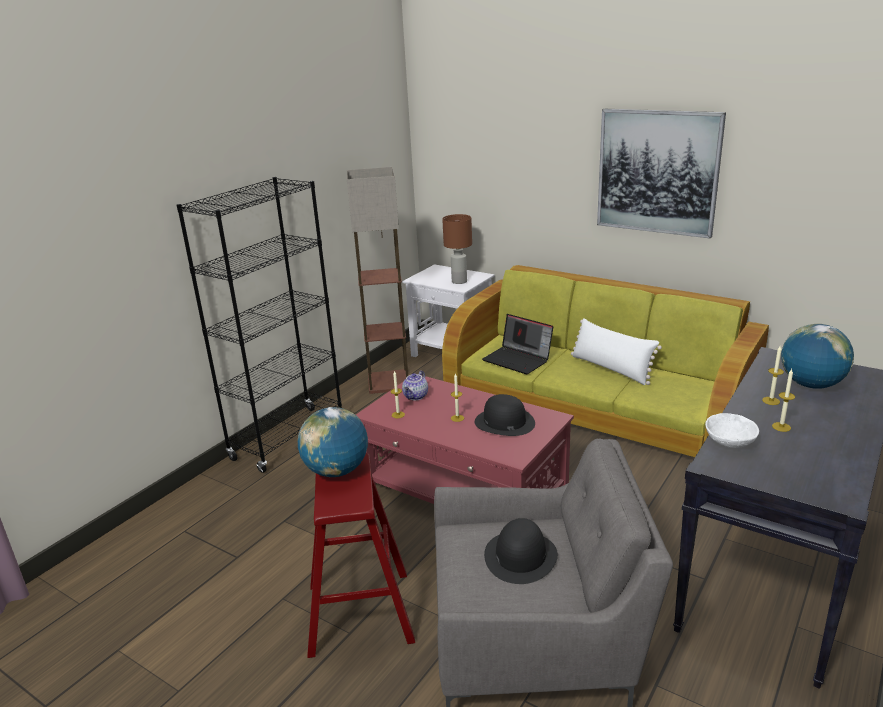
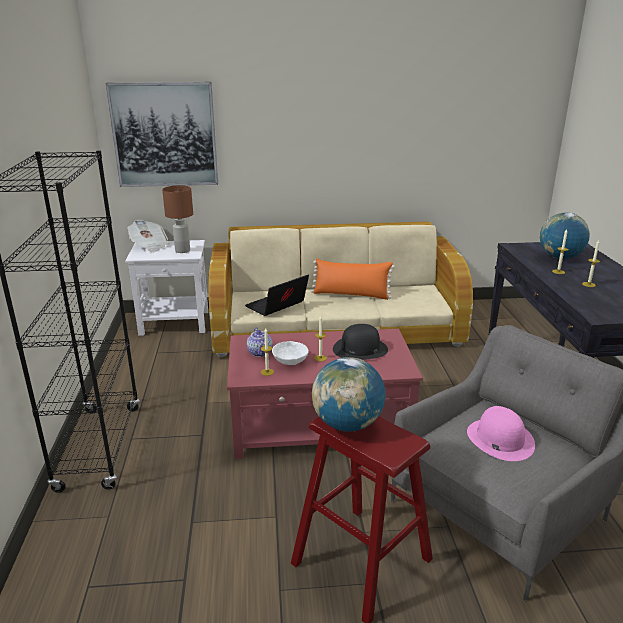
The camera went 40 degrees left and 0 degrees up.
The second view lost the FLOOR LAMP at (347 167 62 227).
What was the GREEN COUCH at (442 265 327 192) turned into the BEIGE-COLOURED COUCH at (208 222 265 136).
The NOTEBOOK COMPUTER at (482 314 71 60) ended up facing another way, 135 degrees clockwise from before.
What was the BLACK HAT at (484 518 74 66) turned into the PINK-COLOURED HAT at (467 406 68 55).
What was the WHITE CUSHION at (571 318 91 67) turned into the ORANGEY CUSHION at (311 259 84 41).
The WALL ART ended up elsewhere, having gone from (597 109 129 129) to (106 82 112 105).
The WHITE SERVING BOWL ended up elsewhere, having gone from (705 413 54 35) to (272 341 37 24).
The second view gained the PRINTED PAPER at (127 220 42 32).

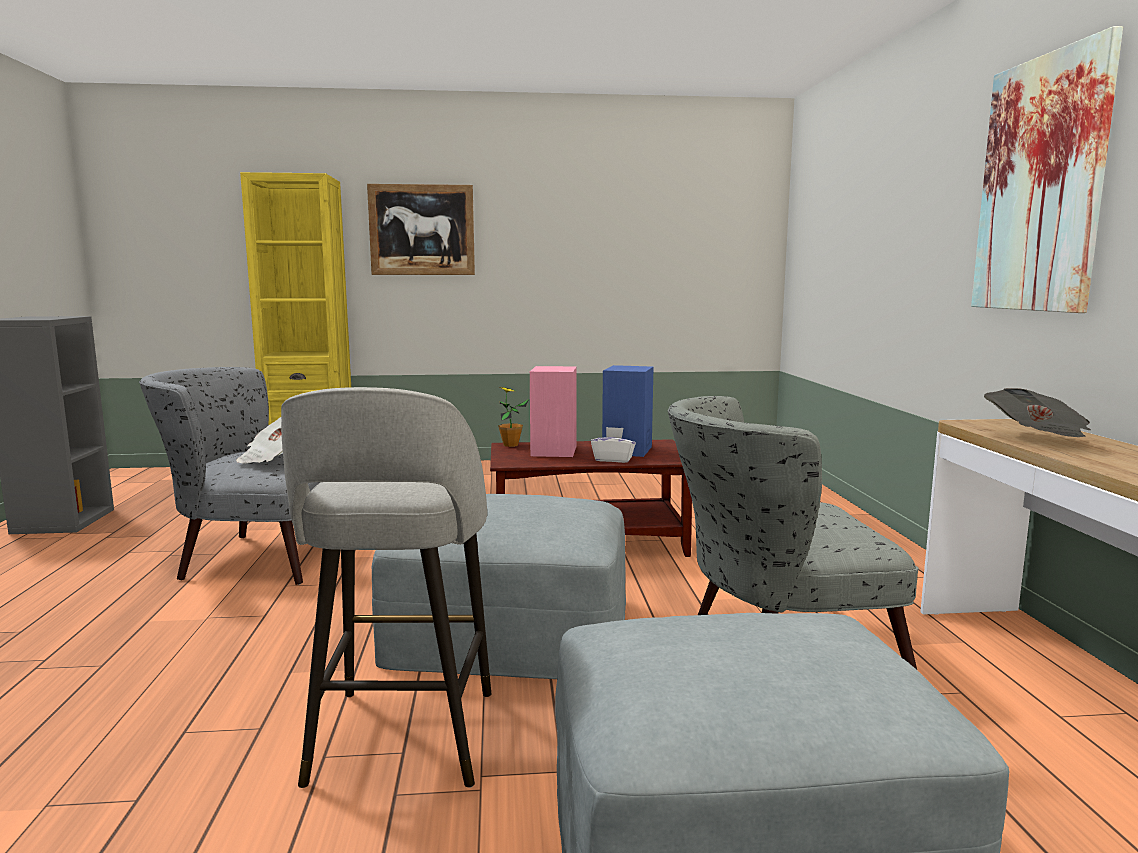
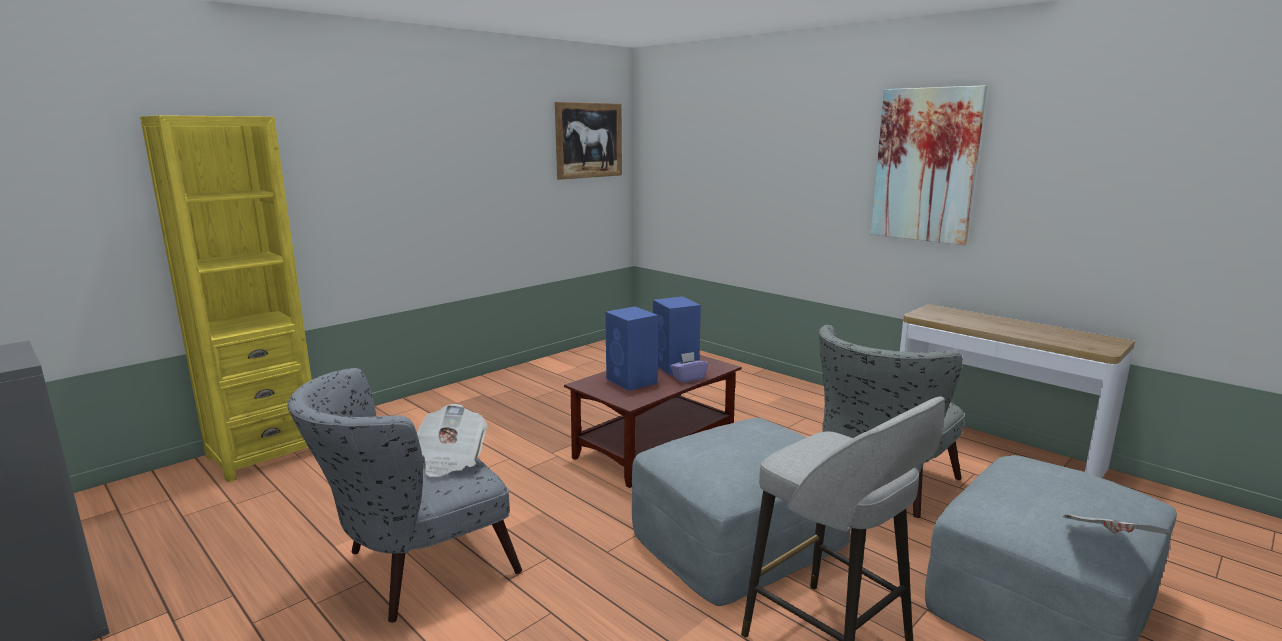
The camera went 40 degrees left and 5 degrees up.
The WALL ART ended up elsewhere, having gone from (367 184 108 91) to (555 102 67 78).
The second view lost the PLANT IN A POT at (498 387 31 60).
What was the PINK-COLOURED AUDIO SPEAKER at (530 366 47 91) turned into the BLUISH AUDIO SPEAKER at (605 306 53 85).
What was the WHITE TISSUE BOX at (591 427 45 36) turned into the PURPLISH TISSUE BOX at (670 352 38 31).
The PRINTED PAPER ended up elsewhere, having gone from (984 388 107 49) to (1063 514 107 20).

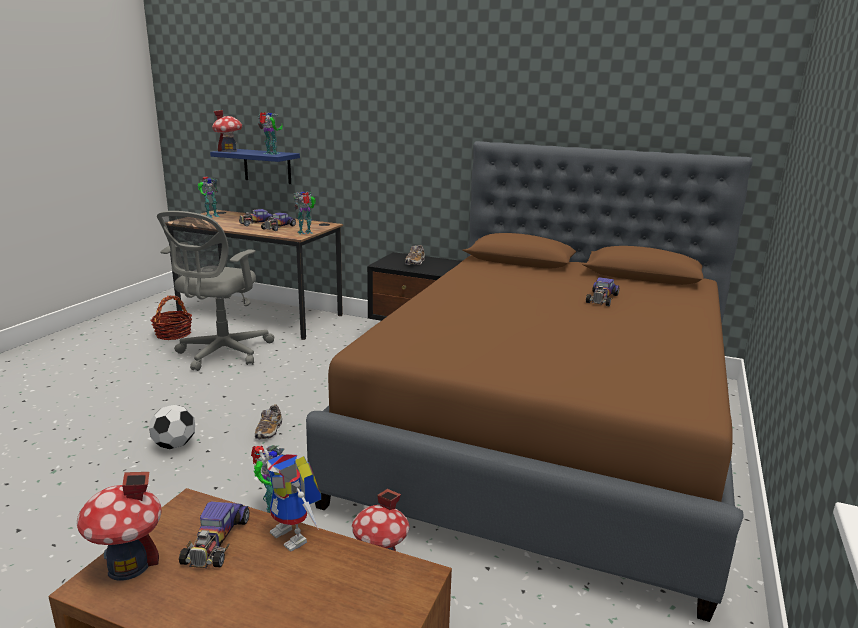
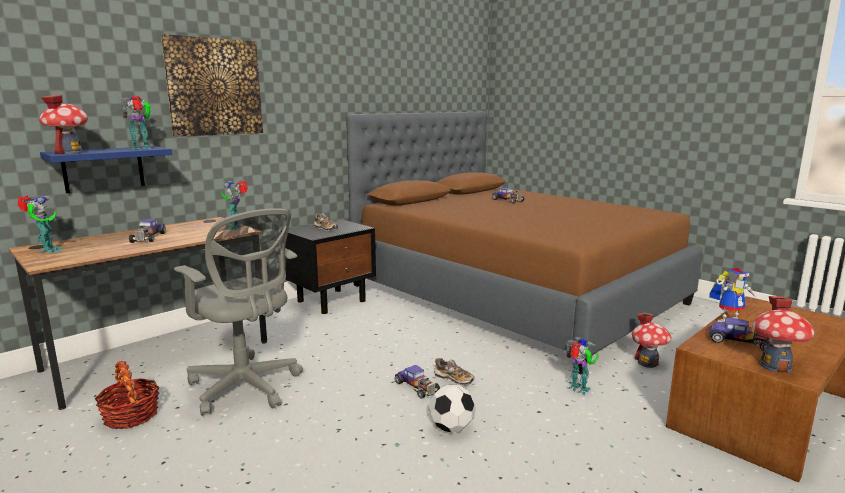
The camera went 65 degrees left and 5 degrees down.
The TOY CAR ended up elsewhere, having gone from (261 212 35 19) to (395 365 45 34).
The second view gained the WALL ART at (161 34 102 103).

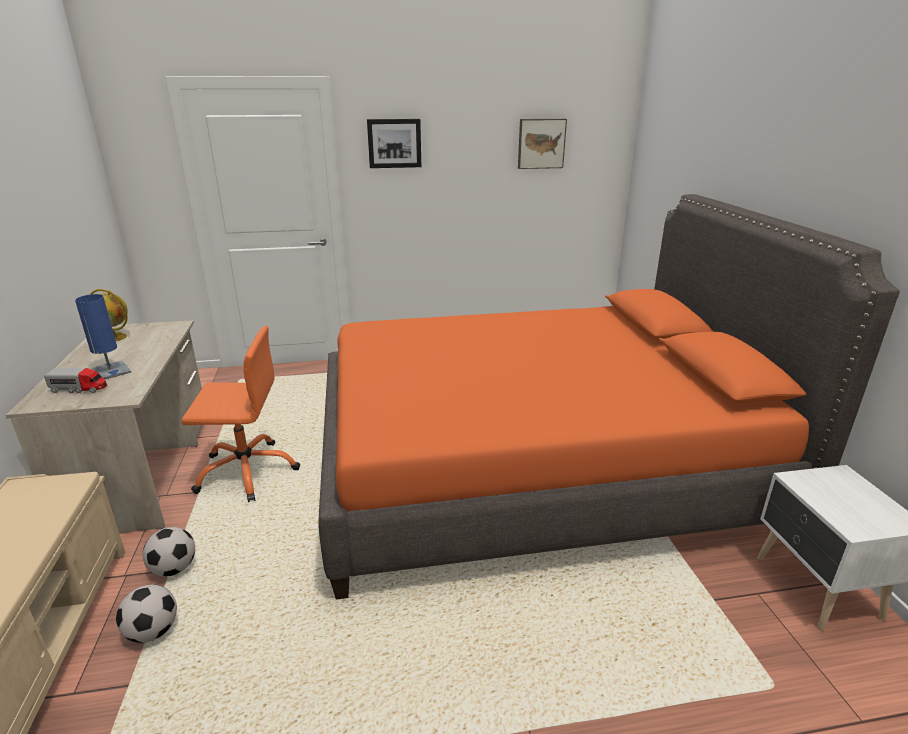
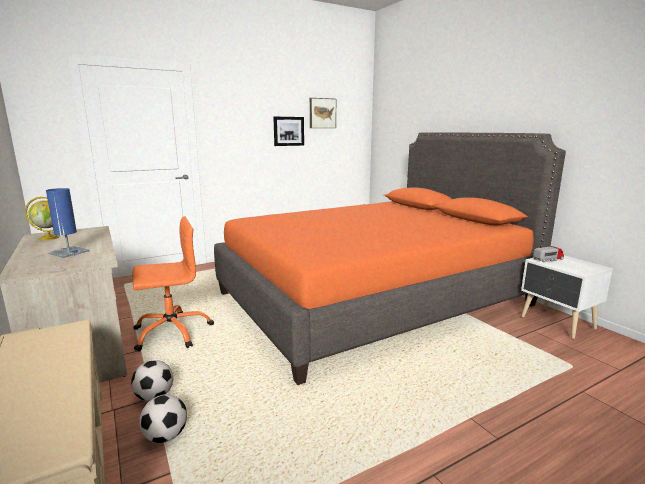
The camera went 20 degrees left and 10 degrees down.
The TOY LORRY ended up elsewhere, having gone from (44 368 63 25) to (533 246 31 16).
The WALL ART ended up elsewhere, having gone from (367 119 54 49) to (273 117 31 29).

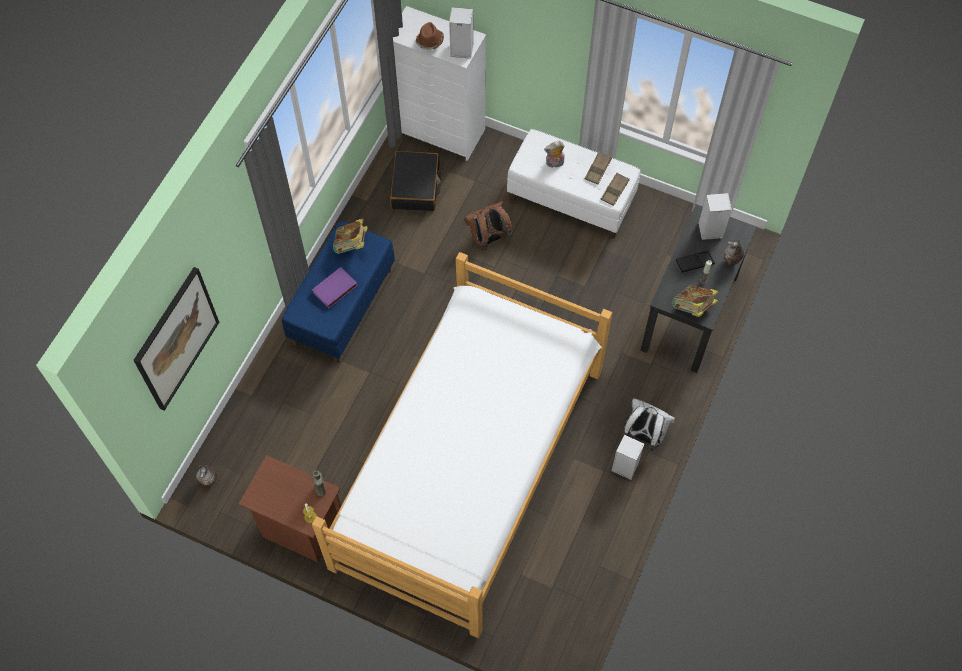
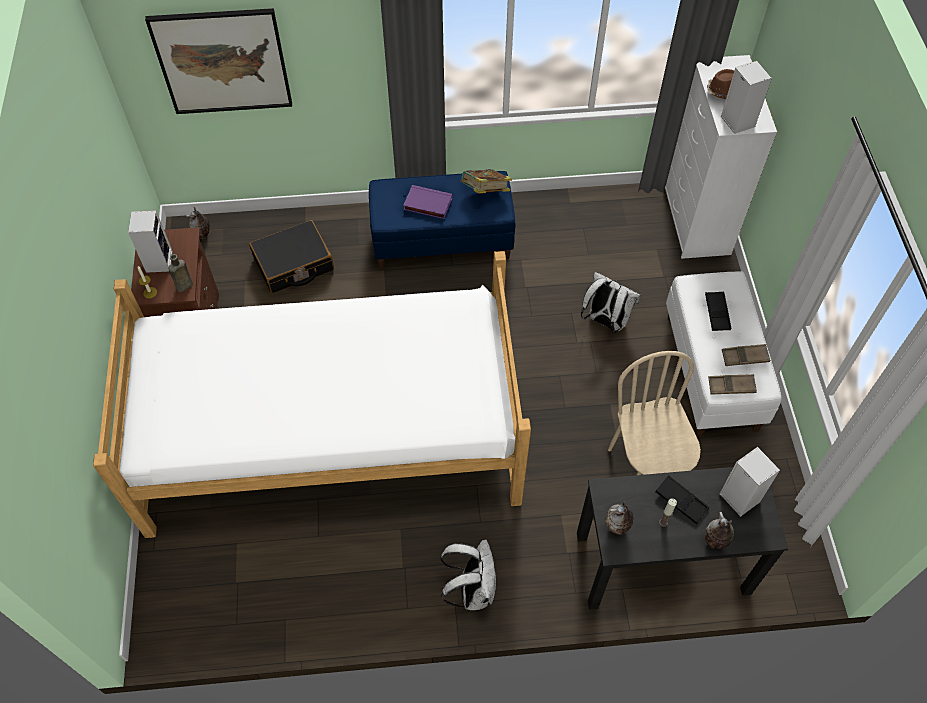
The camera went 60 degrees right and 5 degrees down.
The BLACK TRAVEL CASE ended up elsewhere, having gone from (390 151 51 60) to (249 220 85 73).
What was the BROWNISH RUCKSACK at (465 201 47 49) turned into the WHITE RUCKSACK at (581 272 59 61).
Where the SOFT TOY stood at (544 141 21 27), the BLACK TRAY came to stand at (705 291 26 40).
The AUDIO SPEAKER ended up elsewhere, having gone from (612 435 33 45) to (128 210 45 63).
Where the VOLUME stood at (672 285 46 32), the FLOWER VASE came to stand at (605 501 28 34).
The second view gained the BEIGE-COLOURED CHAIR at (608 351 93 124).

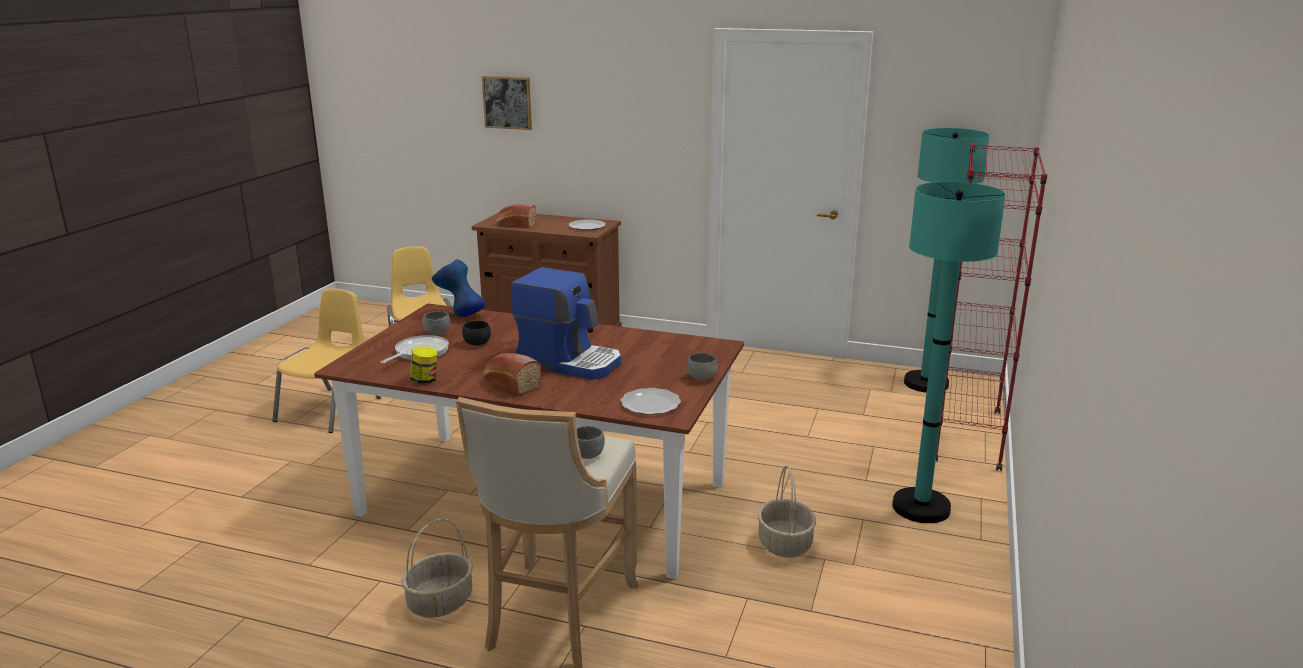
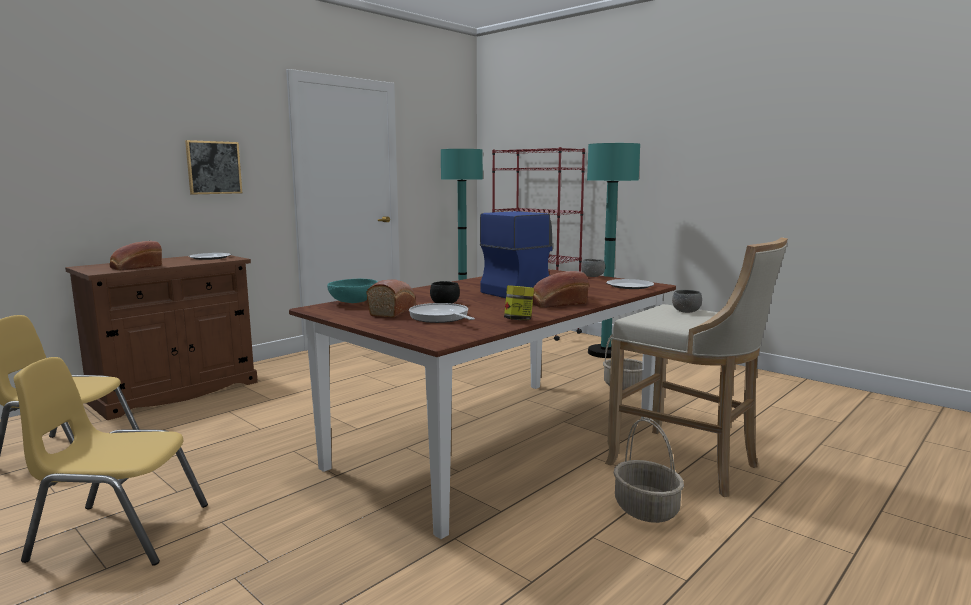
The camera went 65 degrees left and 10 degrees down.
The YELLOWISH CHAIR at (272 289 109 144) ended up facing another way, 45 degrees counterclockwise from before.
Where the GREY SERVING BOWL stood at (422 311 28 24), the BREAD came to stand at (366 279 50 39).
Where the BLUISH FLOWER VASE stood at (432 259 53 58), the BLUE-GREEN SERVING BOWL came to stand at (327 279 51 24).
The WALL ART ended up elsewhere, having gone from (482 76 50 54) to (185 140 57 55).

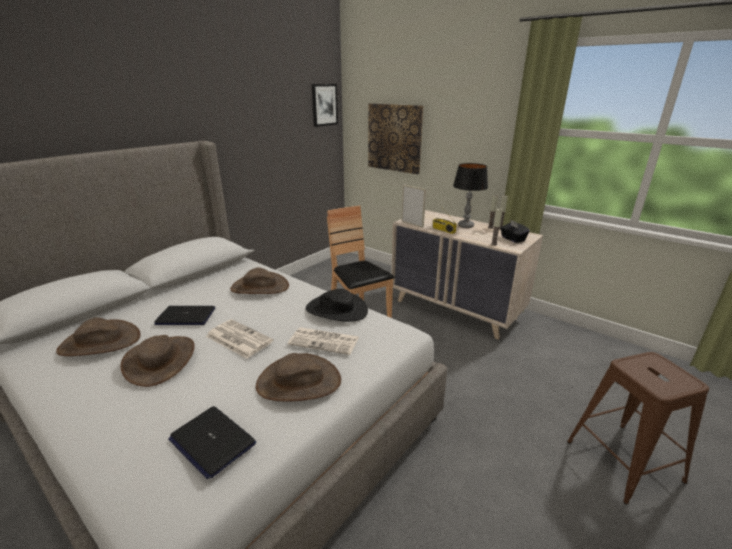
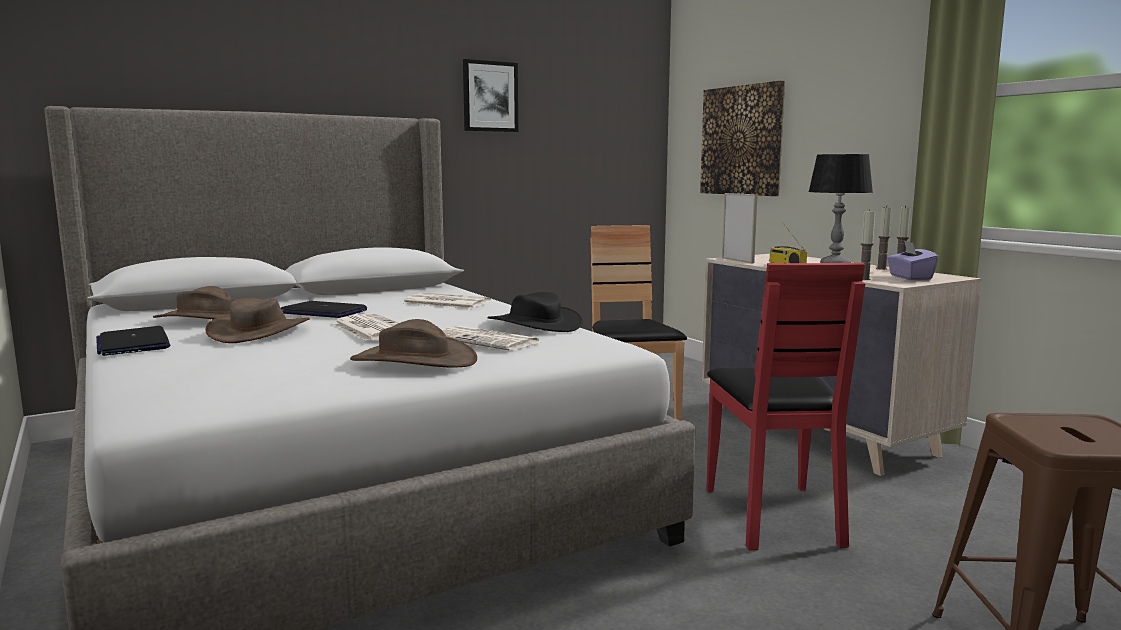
The camera went 20 degrees right and 15 degrees down.
The NOTEBOOK COMPUTER ended up elsewhere, having gone from (168 406 88 73) to (96 326 75 30).
Where the BROWNISH HAT stood at (230 268 59 26), the PRINTED PAPER came to stand at (402 293 89 16).
The WALL ART ended up elsewhere, having gone from (312 84 26 43) to (463 59 55 73).
What was the BLACK TISSUE BOX at (500 220 30 23) turned into the PURPLISH TISSUE BOX at (887 241 52 39).
The second view gained the REDDISH CHAIR at (706 262 159 288).

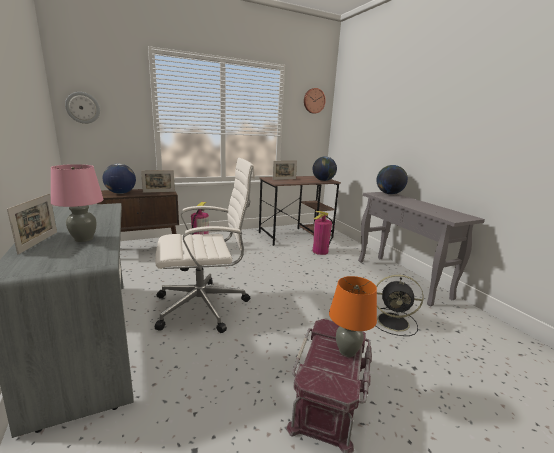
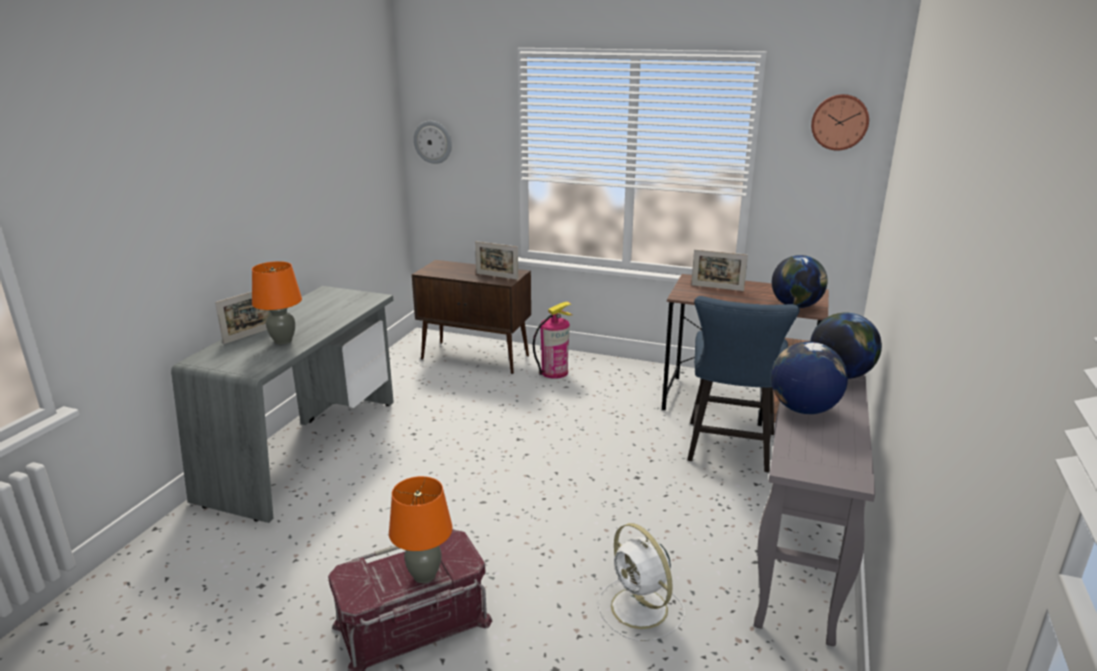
The camera went 45 degrees right and 5 degrees up.
What was the PINK-COLOURED TABLETOP LAMP at (51 164 53 78) turned into the ORANGEY TABLETOP LAMP at (252 261 50 83).
The GLOBE ended up elsewhere, having gone from (103 164 33 30) to (771 342 77 72).
The second view lost the WHITE OFFICE CHAIR at (155 157 100 176).
Where the FIRE-FIGHTING CYLINDER stood at (312 211 22 44), the BLUISH CHAIR came to stand at (688 296 112 176).
What was the BLACK COOLING FAN at (375 275 49 61) turned into the WHITE COOLING FAN at (598 523 87 118).

